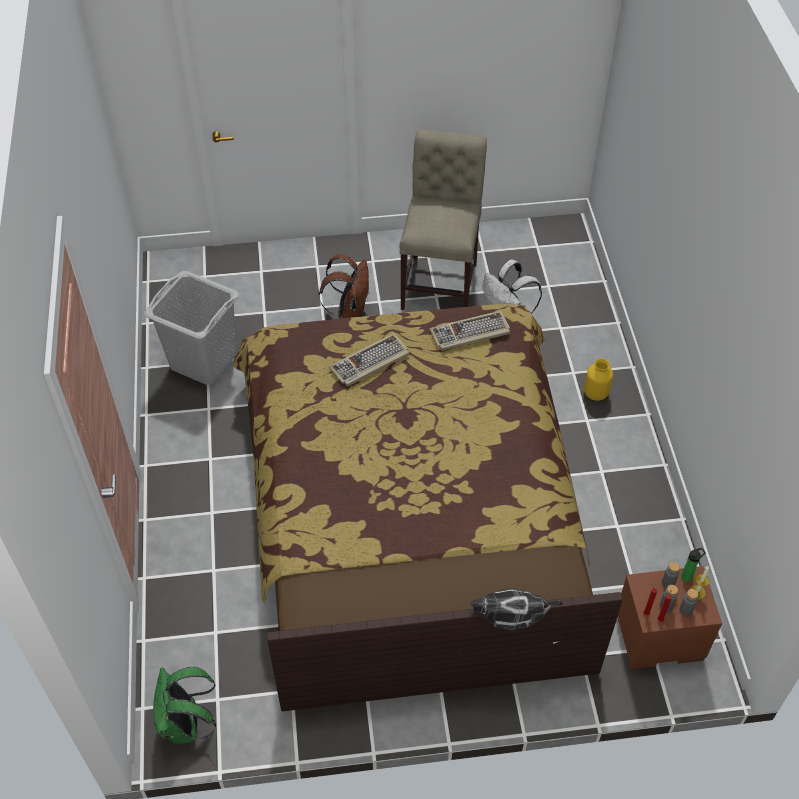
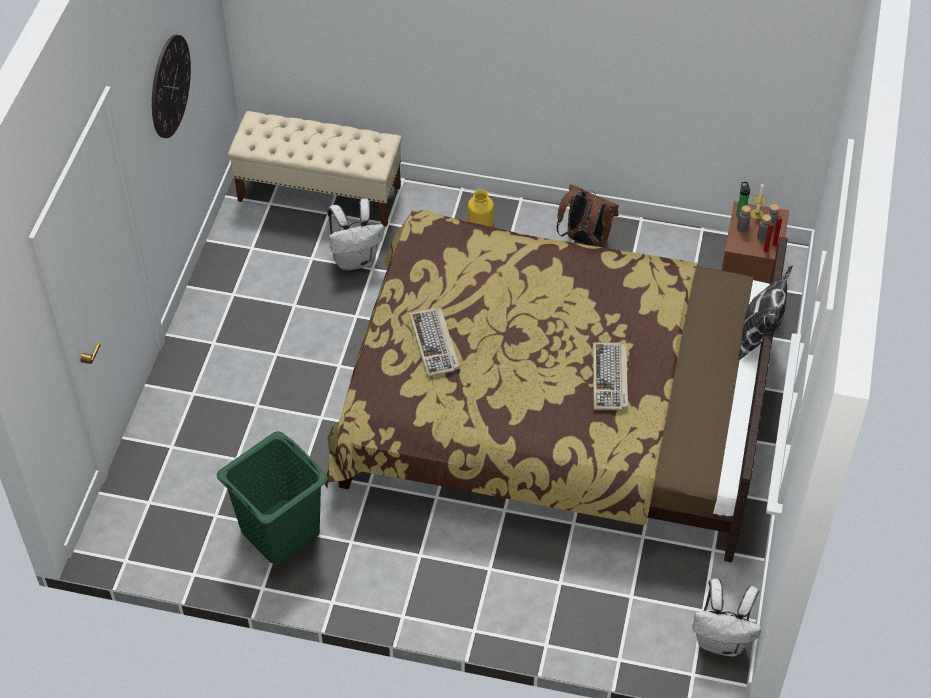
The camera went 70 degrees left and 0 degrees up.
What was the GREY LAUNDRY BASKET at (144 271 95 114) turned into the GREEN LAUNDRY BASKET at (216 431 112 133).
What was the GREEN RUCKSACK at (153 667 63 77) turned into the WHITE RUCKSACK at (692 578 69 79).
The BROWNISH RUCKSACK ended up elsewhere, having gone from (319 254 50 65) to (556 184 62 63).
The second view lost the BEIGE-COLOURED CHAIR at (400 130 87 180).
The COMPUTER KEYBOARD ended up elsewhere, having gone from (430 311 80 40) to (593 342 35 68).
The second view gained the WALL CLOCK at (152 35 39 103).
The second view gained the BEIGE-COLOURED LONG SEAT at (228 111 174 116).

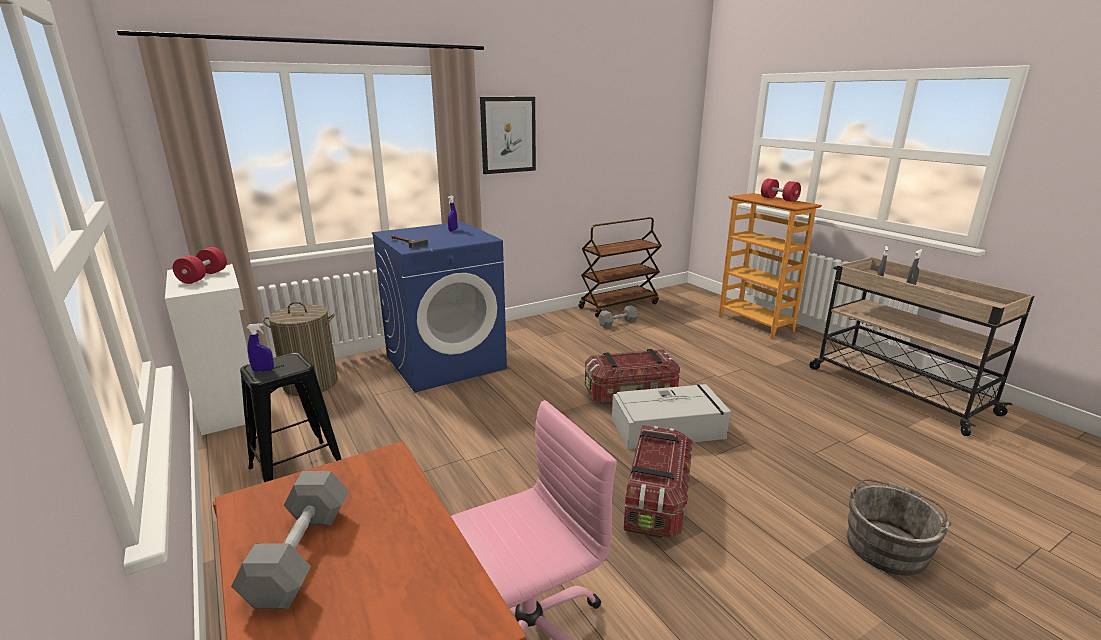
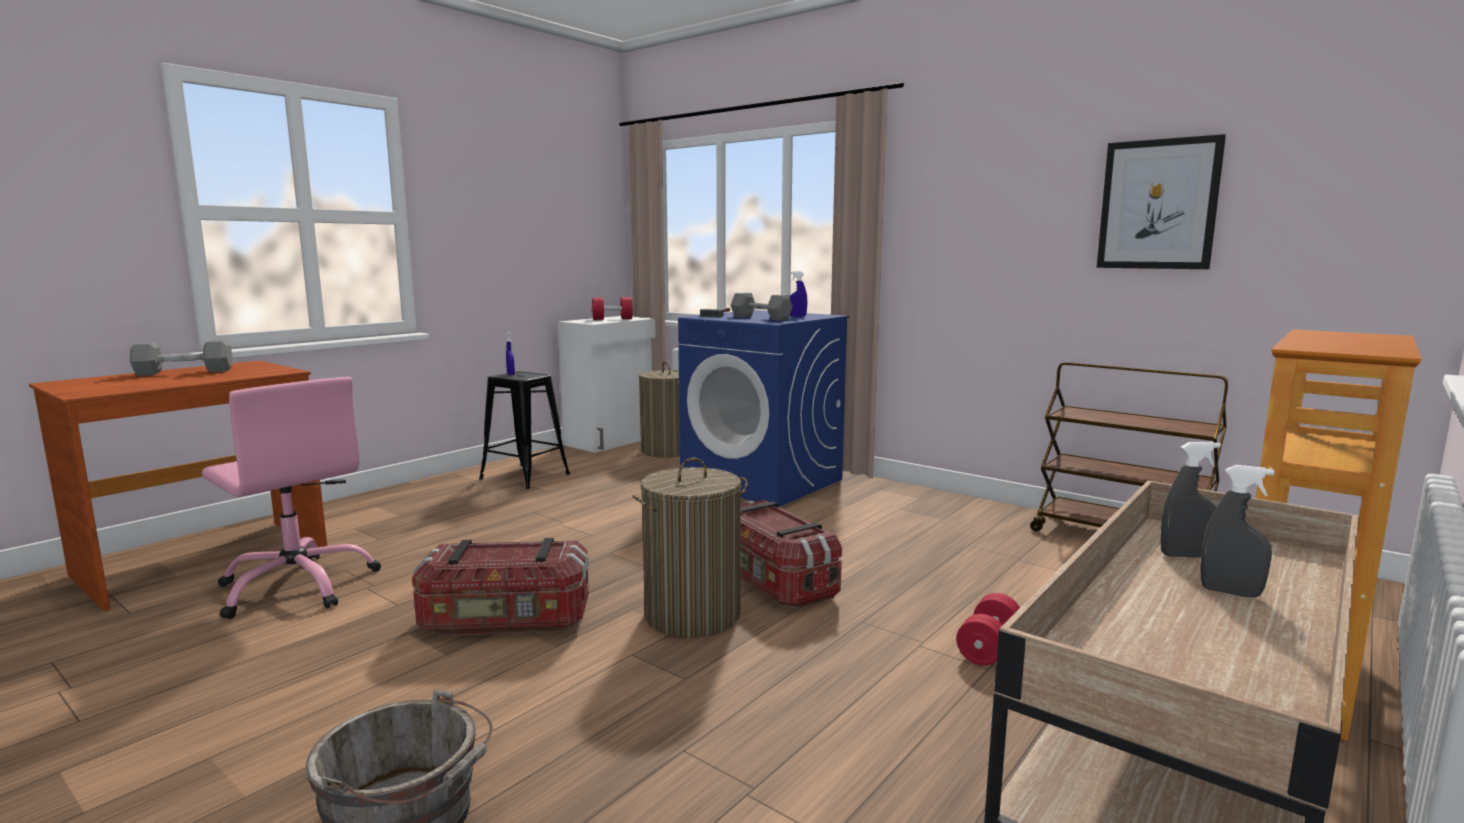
The camera went 70 degrees right and 10 degrees down.
The WALL ART ended up elsewhere, having gone from (480 97 56 77) to (1097 134 129 135).
The GREY DUMBBELL ended up elsewhere, having gone from (598 305 40 23) to (730 293 63 27).
Where the GREY STORAGE BOX stood at (612 384 119 65), the LAUNDRY BASKET came to stand at (632 458 116 180).
The REDDISH DUMBBELL ended up elsewhere, having gone from (761 179 40 23) to (956 593 64 73).

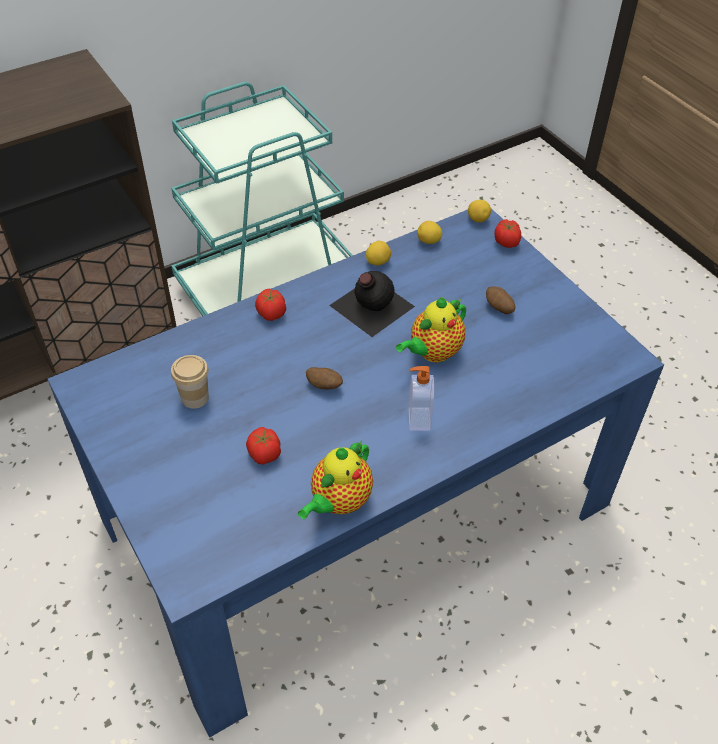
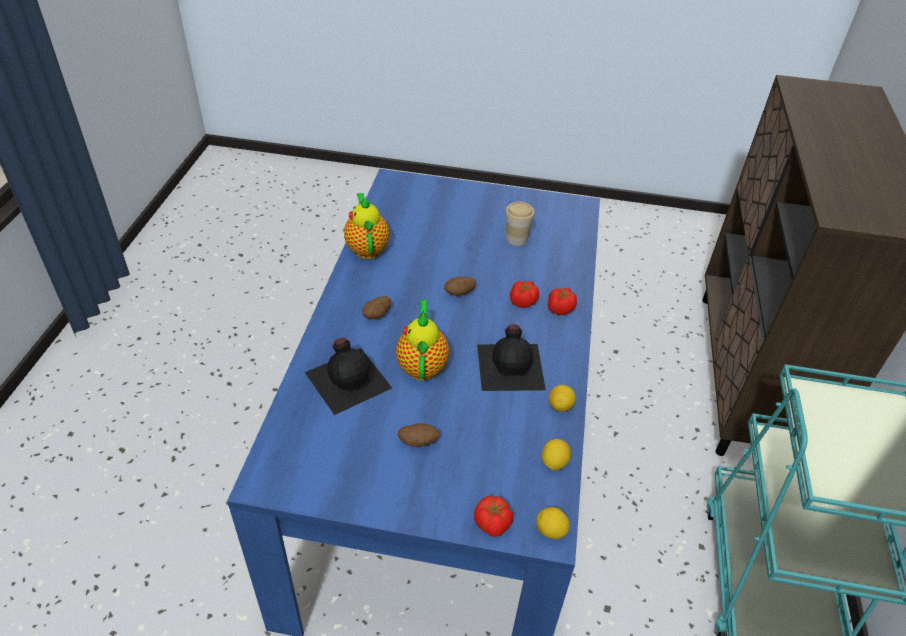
The camera went 130 degrees right and 5 degrees down.
The FRESH TOMATO ended up elsewhere, having gone from (246 427 35 38) to (510 281 29 27).
Where the LIQUID SOAP BOTTLE stood at (409 366 25 65), the WHOLE POTATO came to stand at (362 296 29 23).
The second view gained the BLACK BOTTLE at (305 338 87 77).

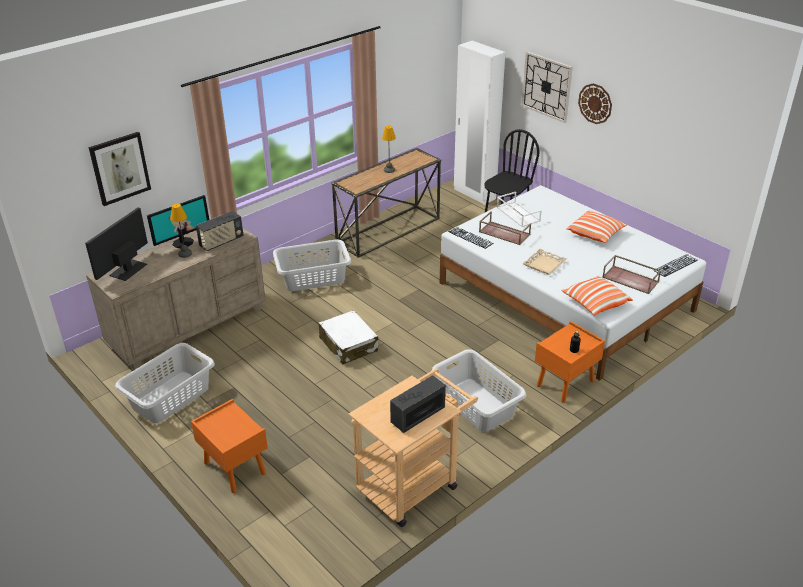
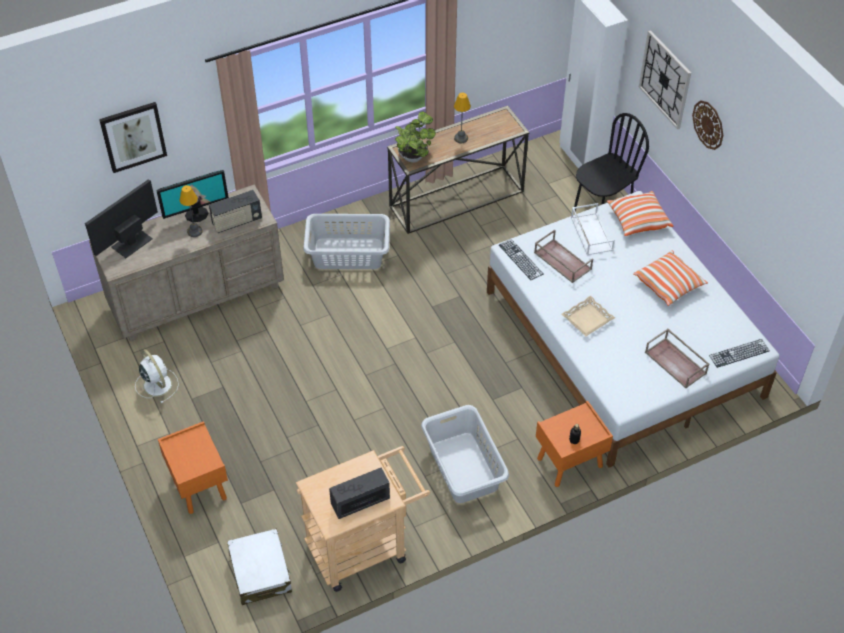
The camera went 15 degrees right and 15 degrees up.
Where the GREY LAUNDRY BASKET stood at (115 343 100 80), the WHITE COOLING FAN came to stand at (135 349 44 54).
The WHITE TRAVEL CASE ended up elsewhere, having gone from (319 310 59 54) to (227 529 65 76).
The CUSHION ended up elsewhere, having gone from (561 276 72 40) to (607 191 66 45).
The second view gained the PLANT IN A POT at (395 111 41 52).

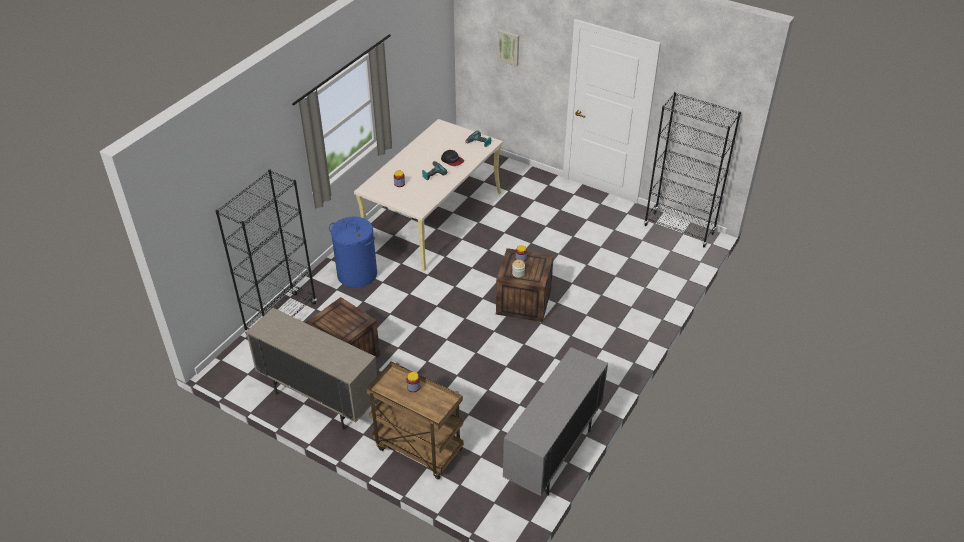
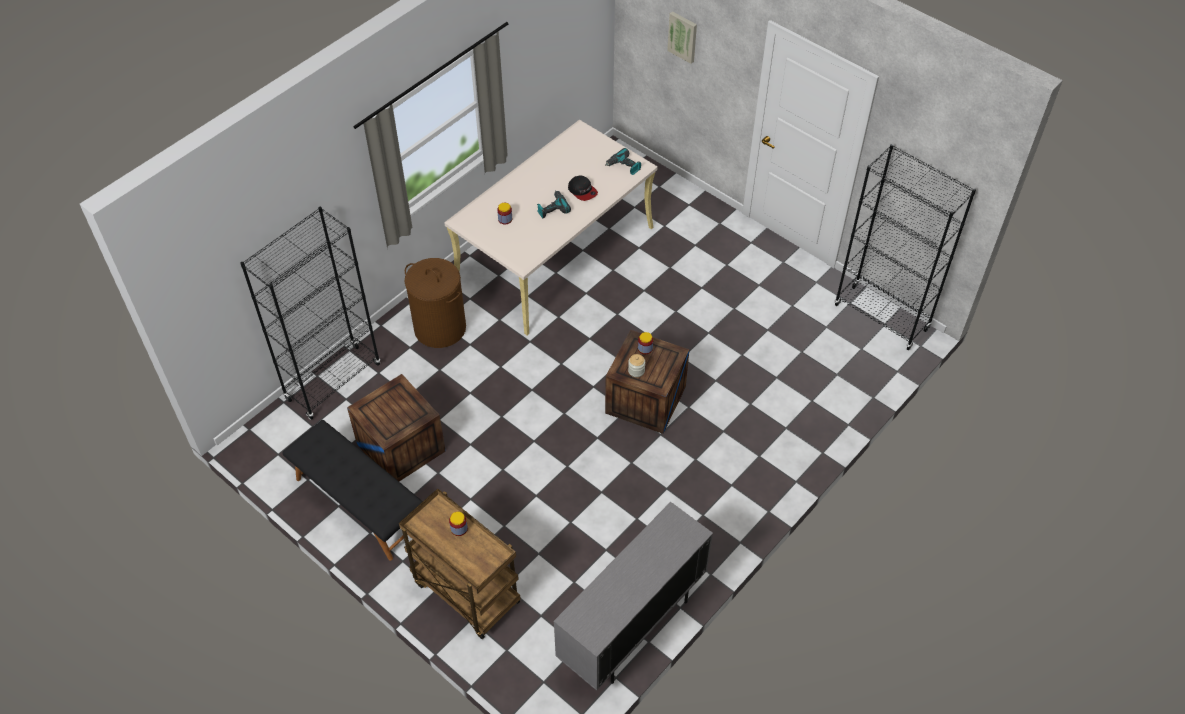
The camera went 10 degrees right and 10 degrees up.
Where the BEIGE-COLOURED CUPBOARD stood at (246 308 132 122), the BLACK LONG SEAT came to stand at (282 420 141 141).
What was the BLUISH LAUNDRY BASKET at (329 216 48 72) turned into the BROWNISH LAUNDRY BASKET at (404 258 62 90).

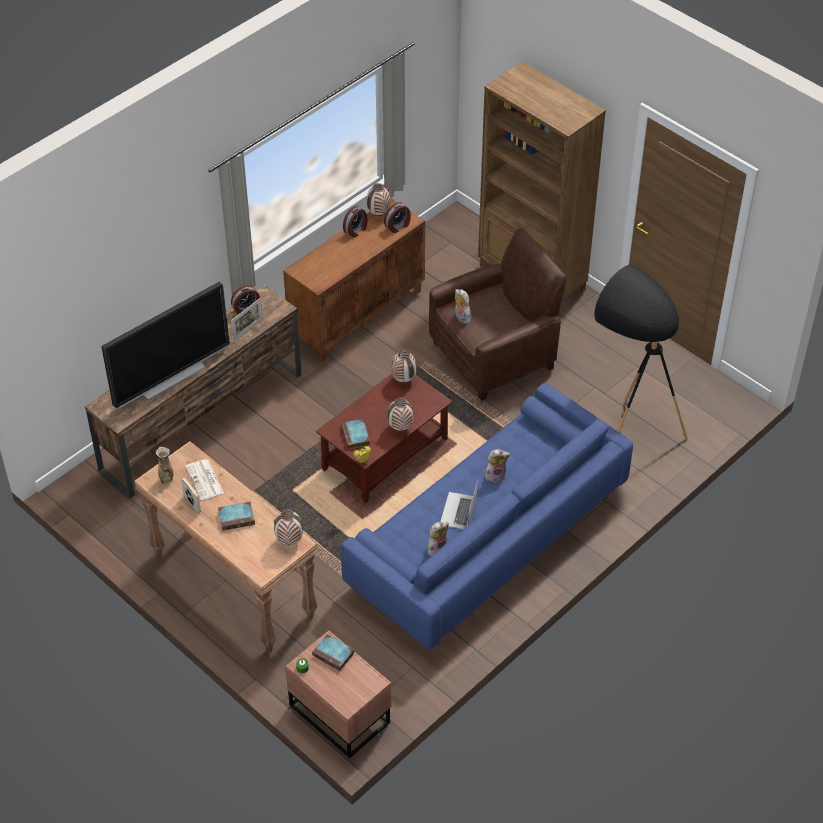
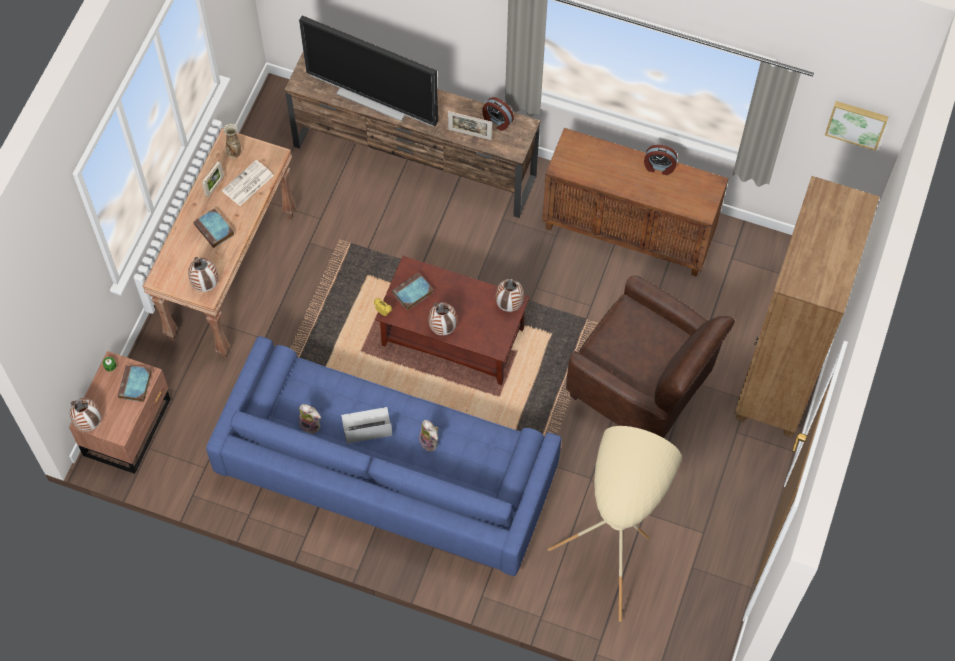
The camera went 65 degrees right and 15 degrees up.
The FLOWER VASE ended up elsewhere, having gone from (367 183 23 33) to (70 398 31 33).
The second view lost the TABLE CLOCK at (384 202 27 31).
The second view lost the SOFT TOY at (455 289 16 35).
What was the BLACK FLOOR LAMP at (594 264 94 176) turned into the BEIGE-COLOURED FLOOR LAMP at (548 426 134 196).
The second view gained the WALL ART at (825 101 64 50).

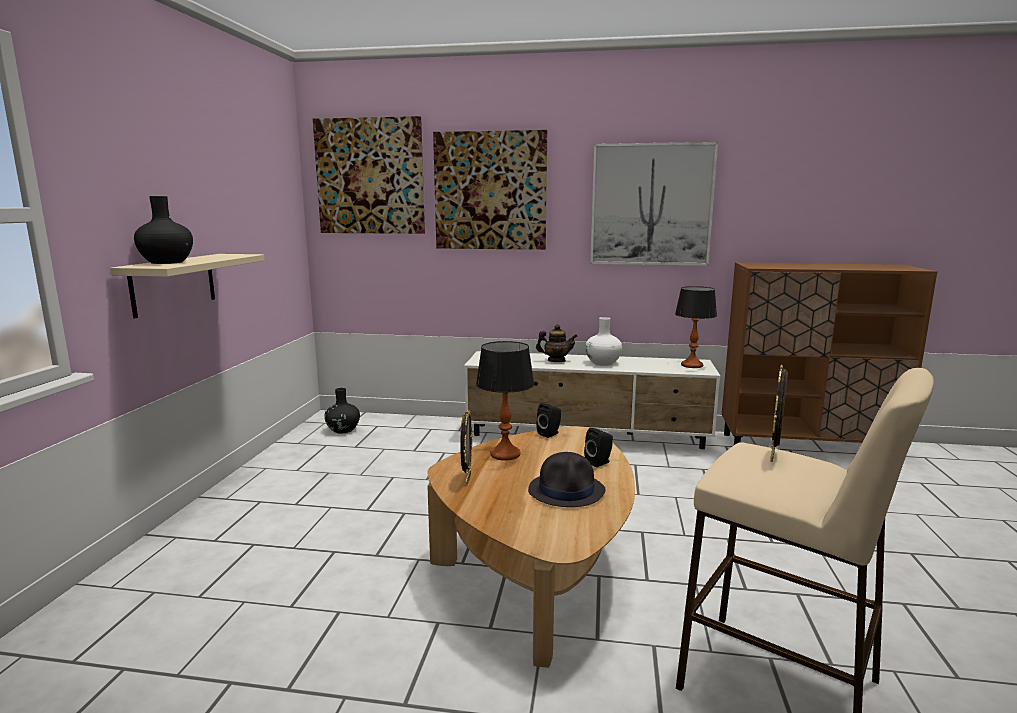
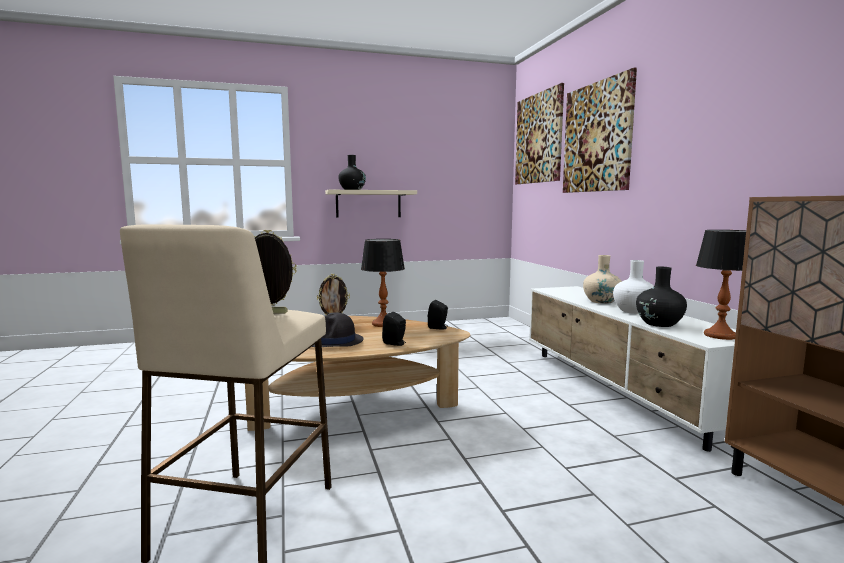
The camera went 65 degrees right and 5 degrees down.
The BLACK FLOWER VASE ended up elsewhere, having gone from (324 388 36 46) to (636 267 51 60).
Where the POT FOR TEA stood at (536 324 42 38), the BEIGE-COLOURED FLOWER VASE came to stand at (583 255 39 49).
The second view lost the WALL ART at (590 142 128 124).

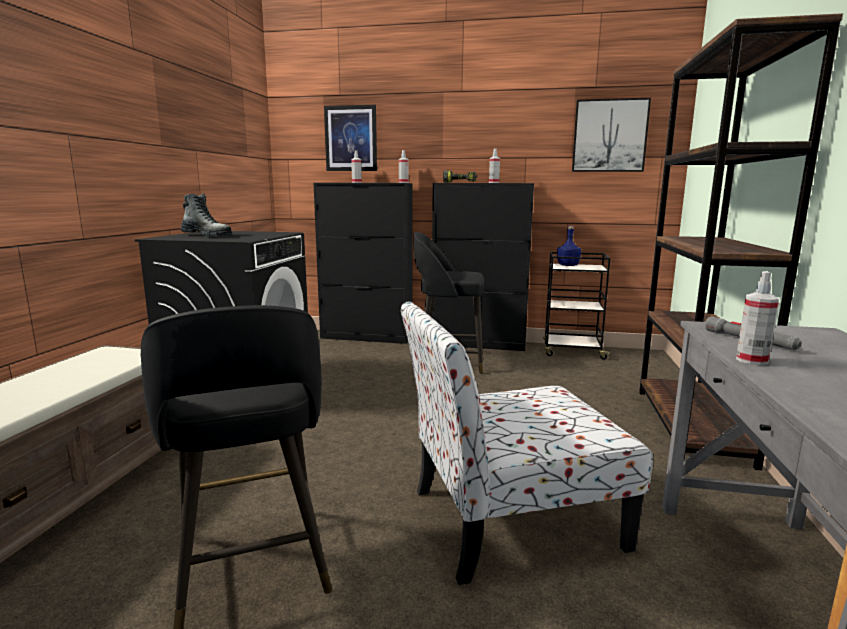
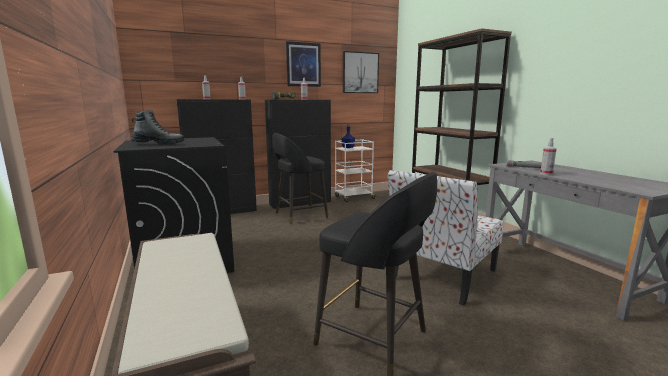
The camera went 35 degrees left and 0 degrees up.
The WALL ART ended up elsewhere, having gone from (324 105 53 66) to (286 41 35 46).
What was the BLACK TROLLEY at (543 252 68 108) turned into the WHITE TROLLEY at (334 139 43 63).

